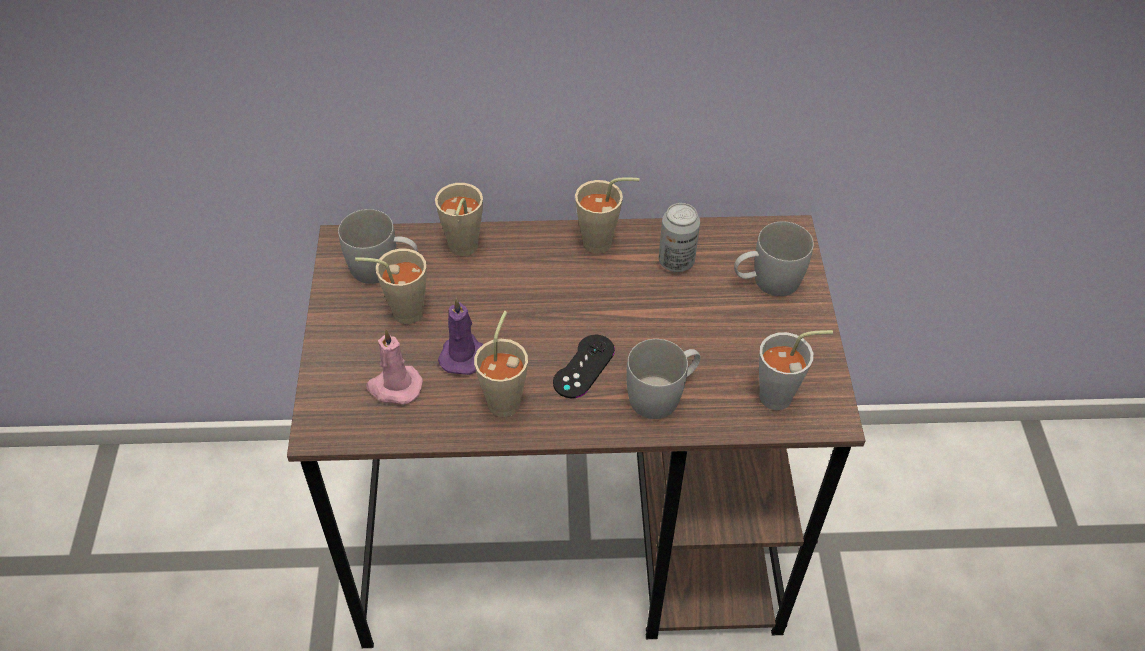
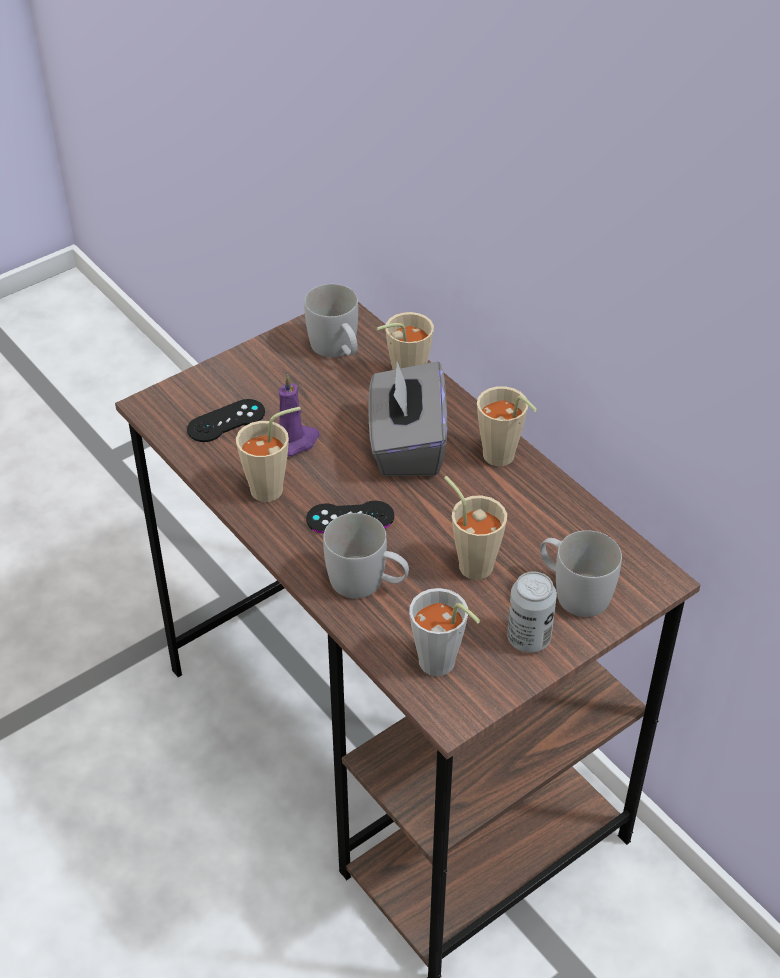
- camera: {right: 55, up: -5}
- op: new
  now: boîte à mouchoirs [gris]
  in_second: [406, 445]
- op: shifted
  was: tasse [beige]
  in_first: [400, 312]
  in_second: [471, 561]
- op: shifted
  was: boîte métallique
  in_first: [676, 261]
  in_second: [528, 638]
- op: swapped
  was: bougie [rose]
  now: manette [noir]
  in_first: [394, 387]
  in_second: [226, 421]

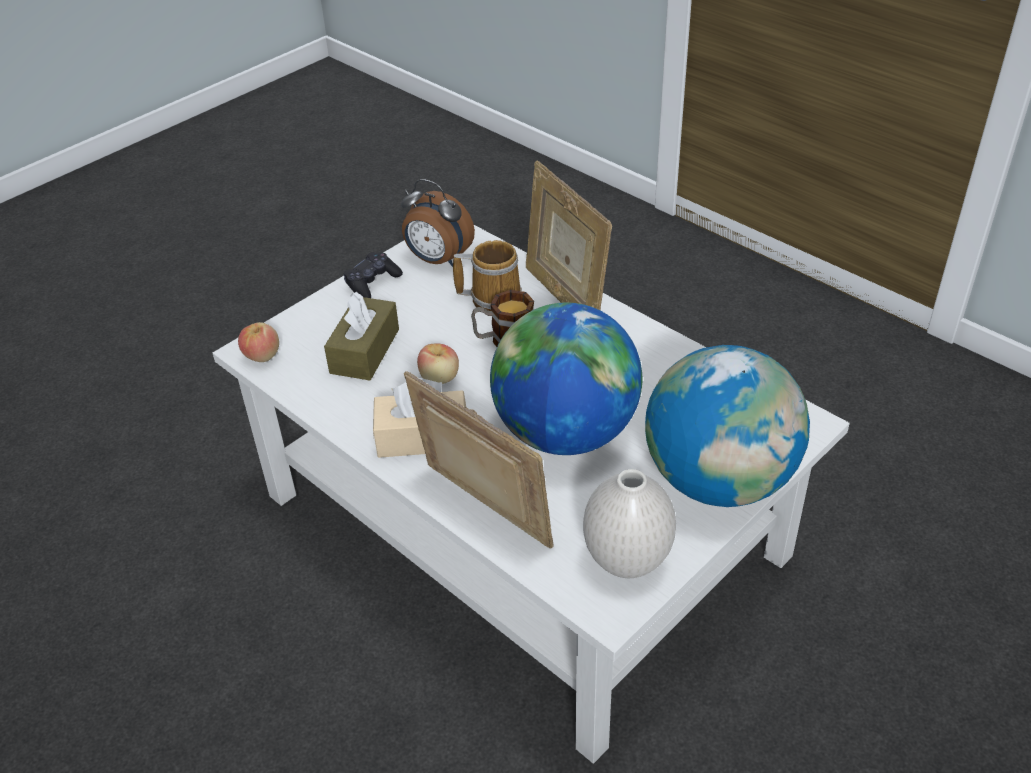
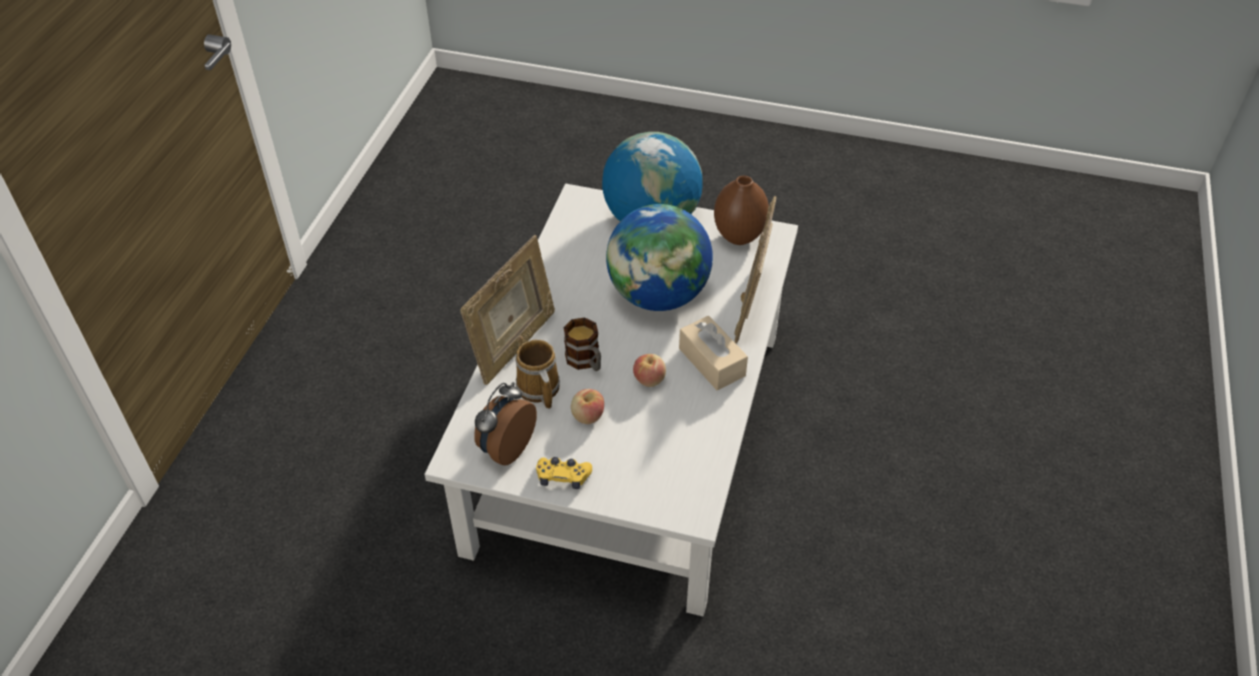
- camera: {right: -120, up: 5}
- op: gone
  was: boîte à mouchoirs [marron]
  in_first: [365, 351]
- op: shifted
  was: pomme
  in_first: [262, 356]
  in_second: [587, 416]
- op: repainted
  was: manette [noir]
  now: manette [jaune]
  in_first: [372, 283]
  in_second: [563, 477]
- op: repainted
  was: vase [blanc]
  now: vase [marron]
  in_first: [628, 563]
  in_second: [739, 237]
- op: rotated
  was: réveil
  in_first: [437, 260]
  in_second: [505, 448]
  clockwise: -150

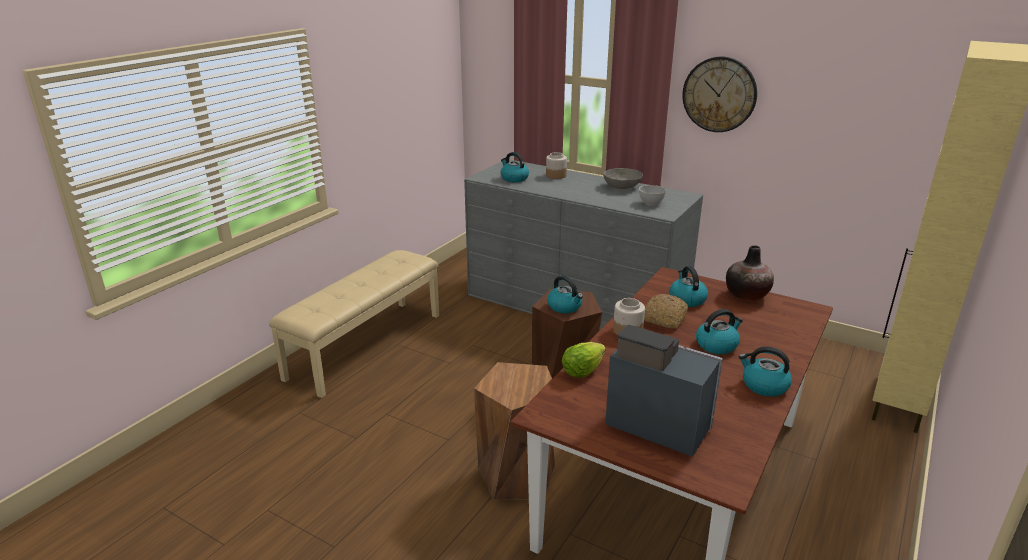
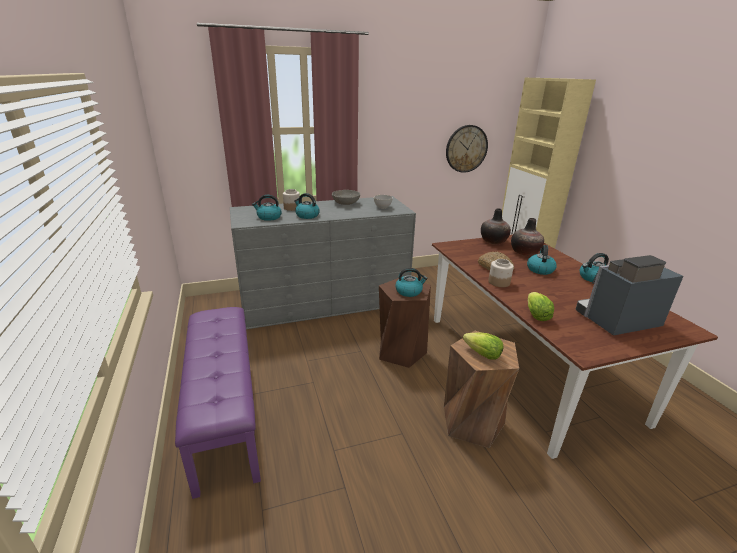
- camera: {right: -50, up: 0}
- op: new
  now: laitue
  in_second: [482, 354]
- op: new
  now: vase
  in_second: [525, 252]
- op: shifted
  was: bouilloire
  in_first: [687, 299]
  in_second: [307, 215]
- op: shifted
  was: horloge murale
  in_first: [719, 94]
  in_second: [466, 149]
- op: repainted
  was: banc [beige]
  now: banc [violet]
  in_first: [365, 345]
  in_second: [224, 412]

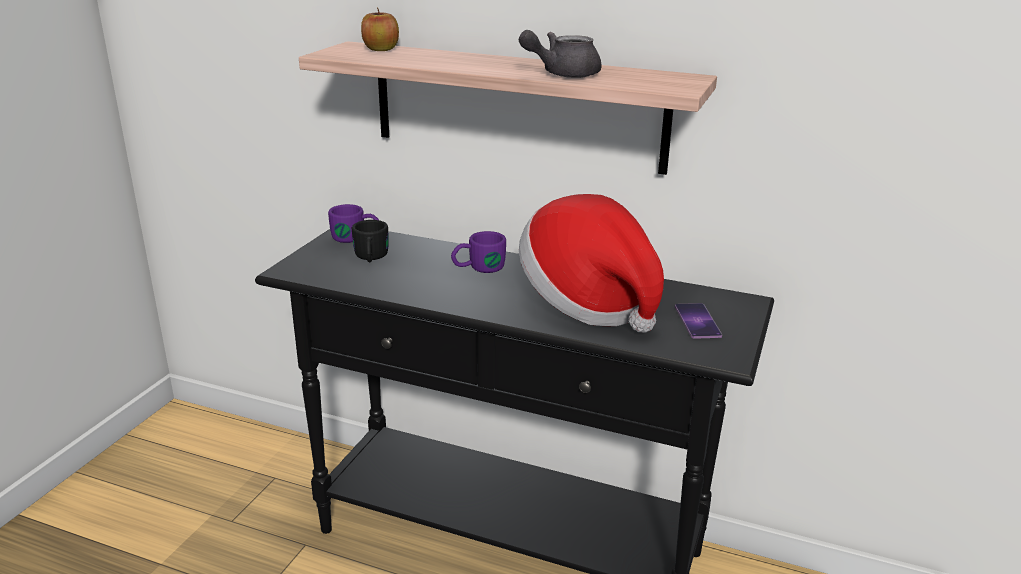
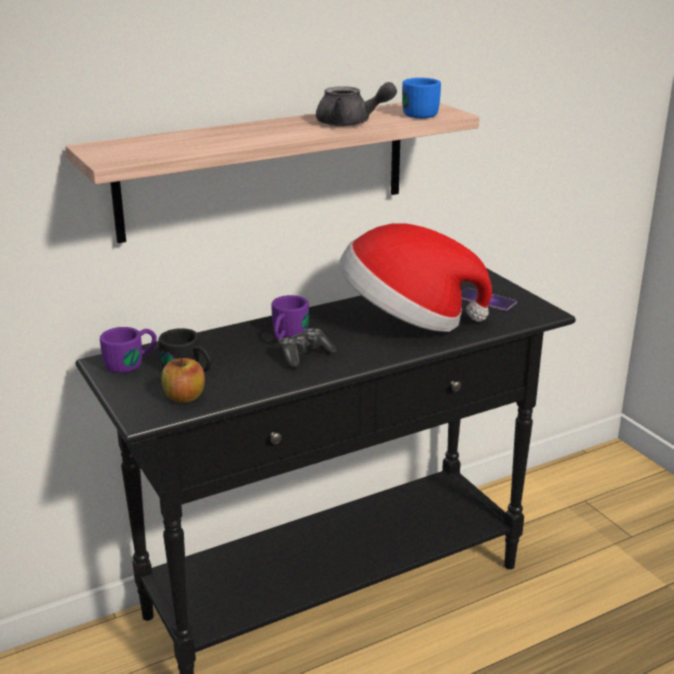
- camera: {right: -50, up: 0}
- op: new
  now: manette
  in_second: [304, 355]
- op: new
  now: mug [bleu]
  in_second: [416, 112]
- op: shifted
  was: pomme
  in_first: [381, 49]
  in_second: [184, 397]
- op: rotated
  was: théière [gris]
  in_first: [562, 74]
  in_second: [350, 123]
  clockwise: -90

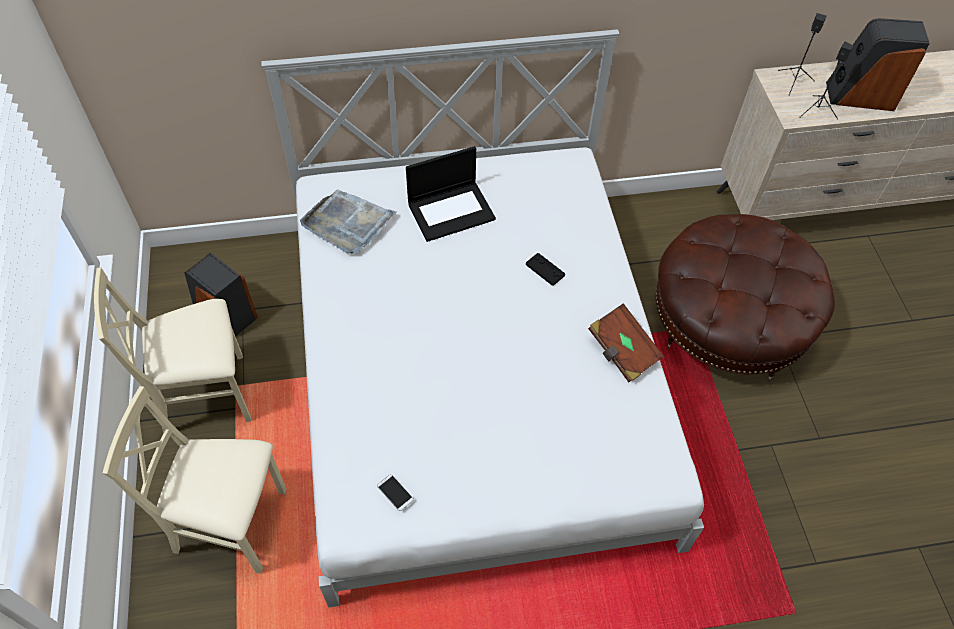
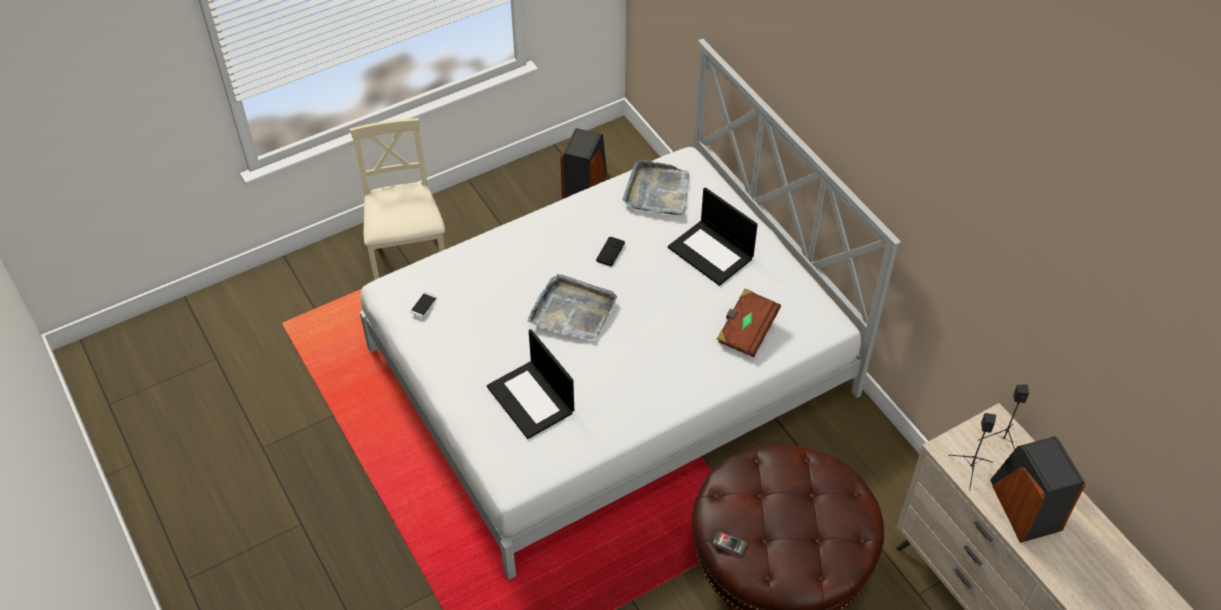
- camera: {right: 70, up: -5}
- op: gone
  was: chaise [beige]
  in_first: [206, 395]
- op: new
  now: ordinateur portable
  in_second: [532, 400]
- op: new
  now: plateau [gris]
  in_second: [573, 310]
- op: new
  now: téléphone
  in_second: [729, 544]
- op: shifted
  was: manette [noir]
  in_first: [545, 270]
  in_second: [610, 252]
- op: shifted
  was: livre [marron]
  in_first: [622, 351]
  in_second: [746, 330]

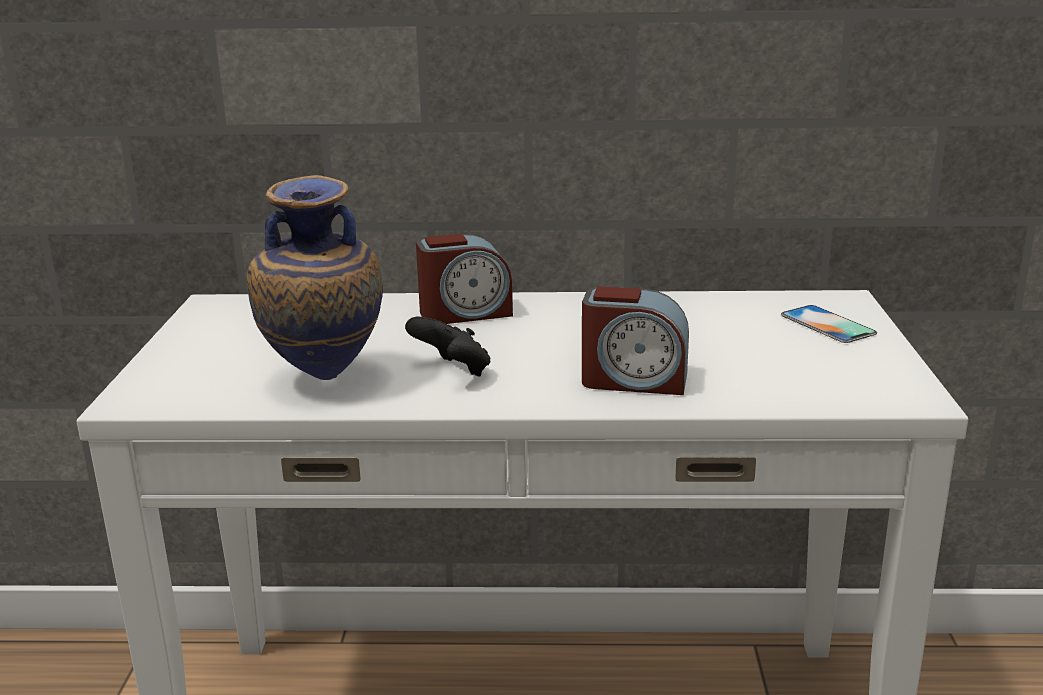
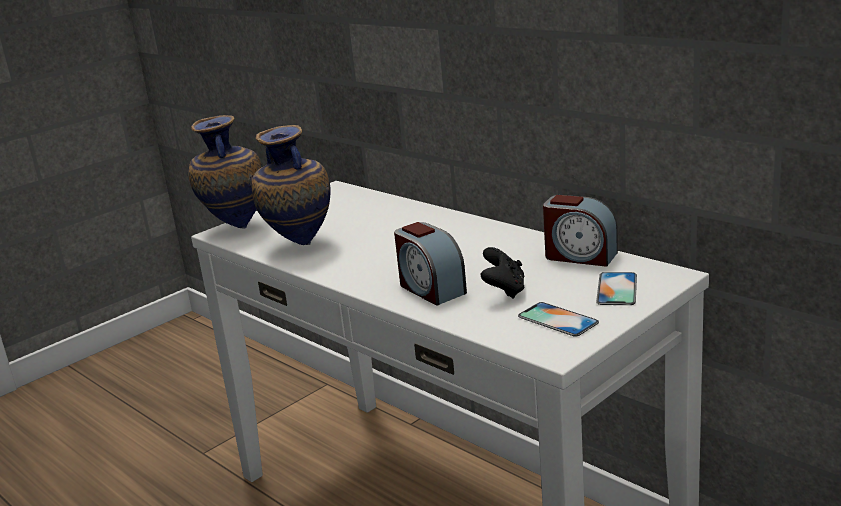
- camera: {right: 45, up: 0}
- op: new
  now: vase
  in_second: [235, 228]
- op: new
  now: téléphone
  in_second: [557, 319]
- op: shifted
  was: manette [noir]
  in_first: [453, 371]
  in_second: [504, 291]
- op: shifted
  was: réveil
  in_first: [465, 313]
  in_second: [580, 256]

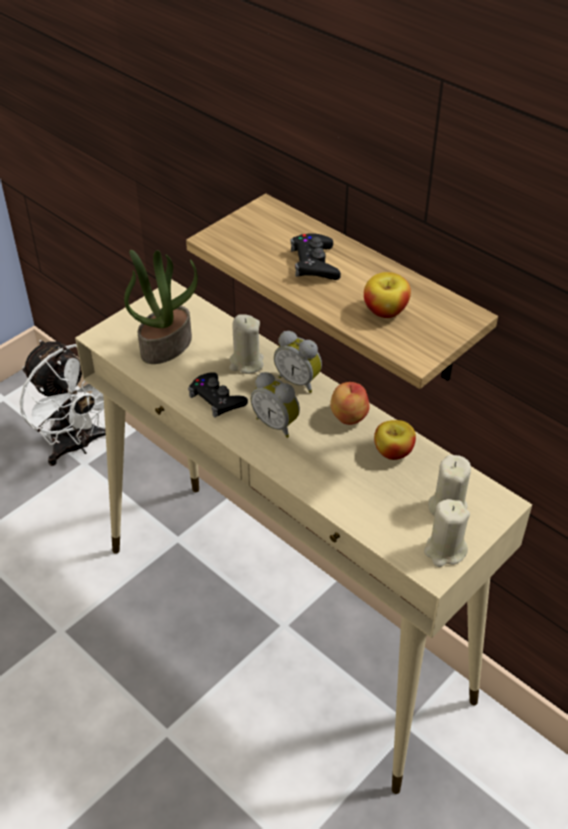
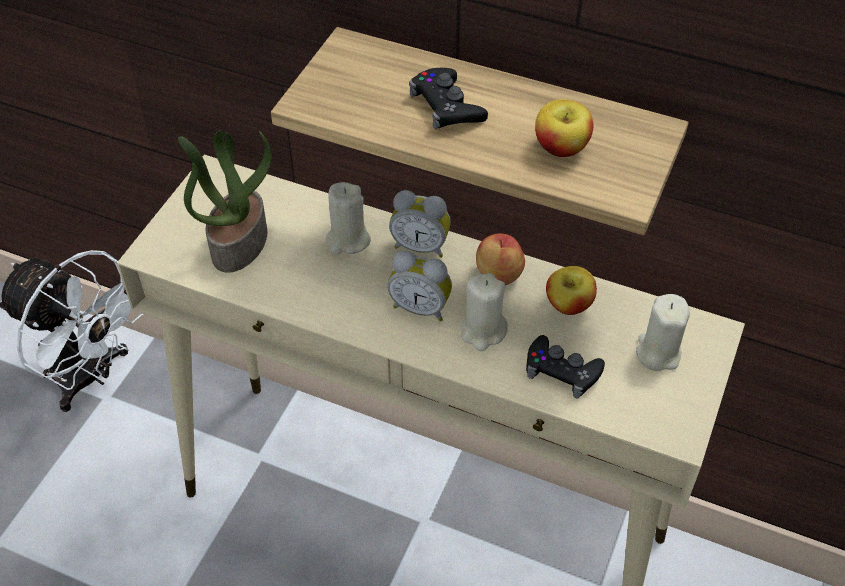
- camera: {right: -20, up: 5}
- op: shifted
  was: manette [noir]
  in_first: [217, 399]
  in_second: [562, 371]
- op: shifted
  was: bougie [beige]
  in_first: [444, 550]
  in_second: [483, 331]

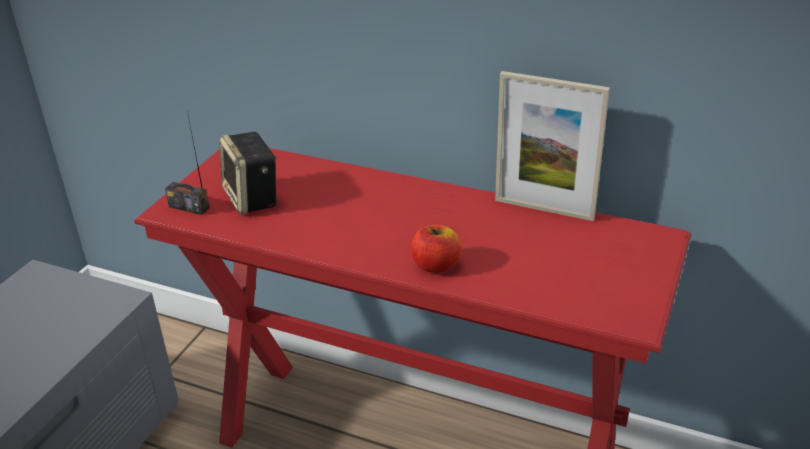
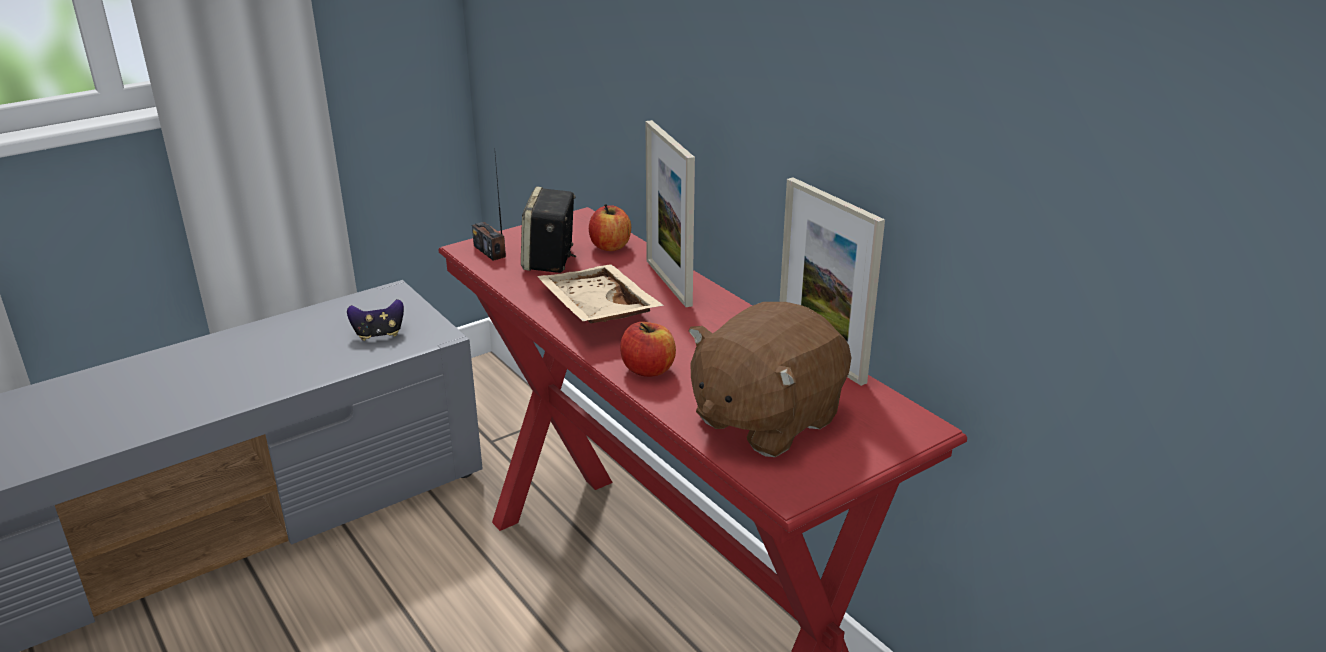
- camera: {right: 30, up: -5}
- op: new
  now: manette
  in_second: [379, 334]
- op: new
  now: plateau [beige]
  in_second: [595, 310]
- op: new
  now: pomme
  in_second: [610, 246]
- op: new
  now: cadre photo
  in_second: [668, 282]
- op: new
  now: peluche [marron]
  in_second: [764, 419]

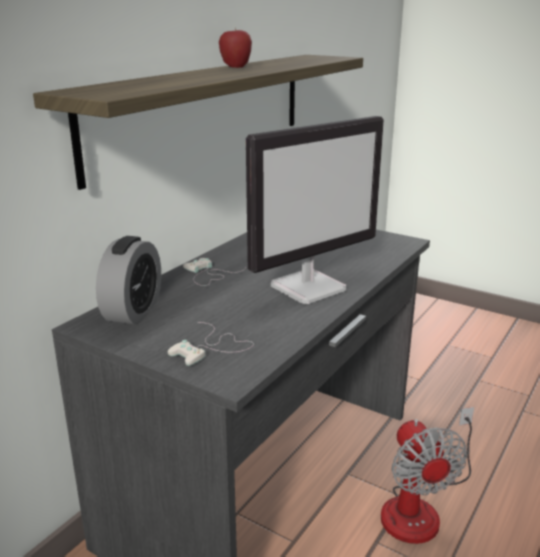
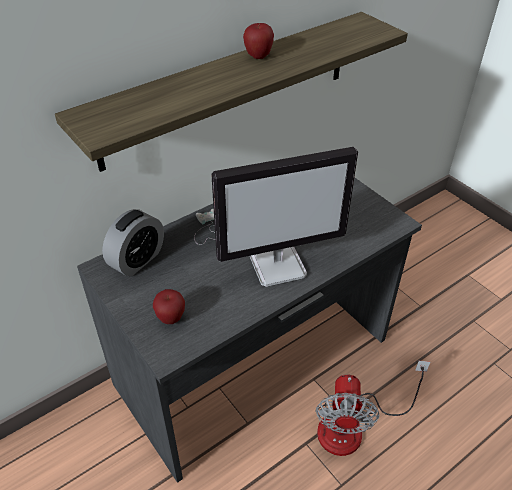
- camera: {right: 20, up: 20}
- op: swapped
  was: manette [blanc]
  now: pomme
  in_first: [212, 348]
  in_second: [171, 318]

